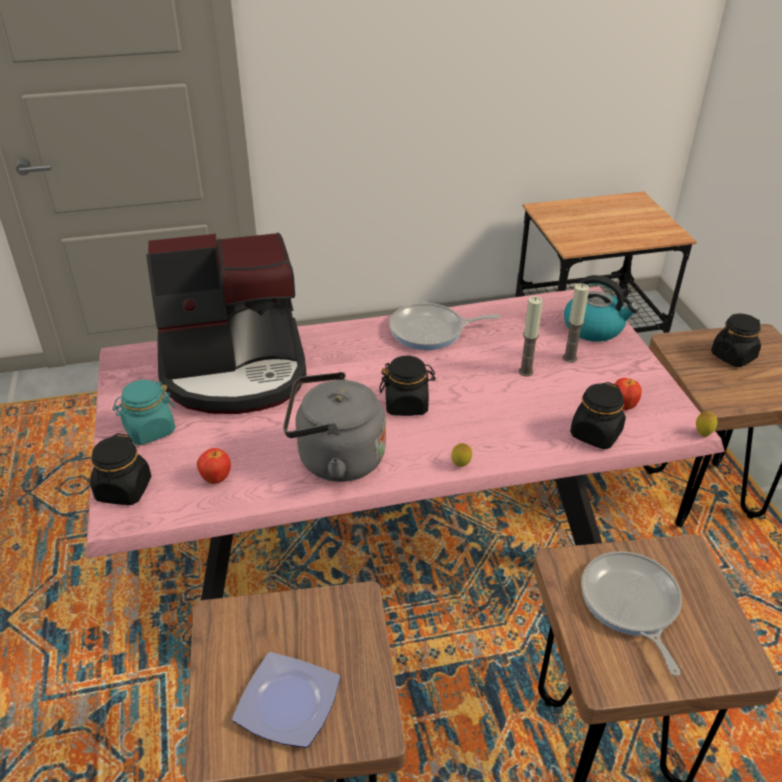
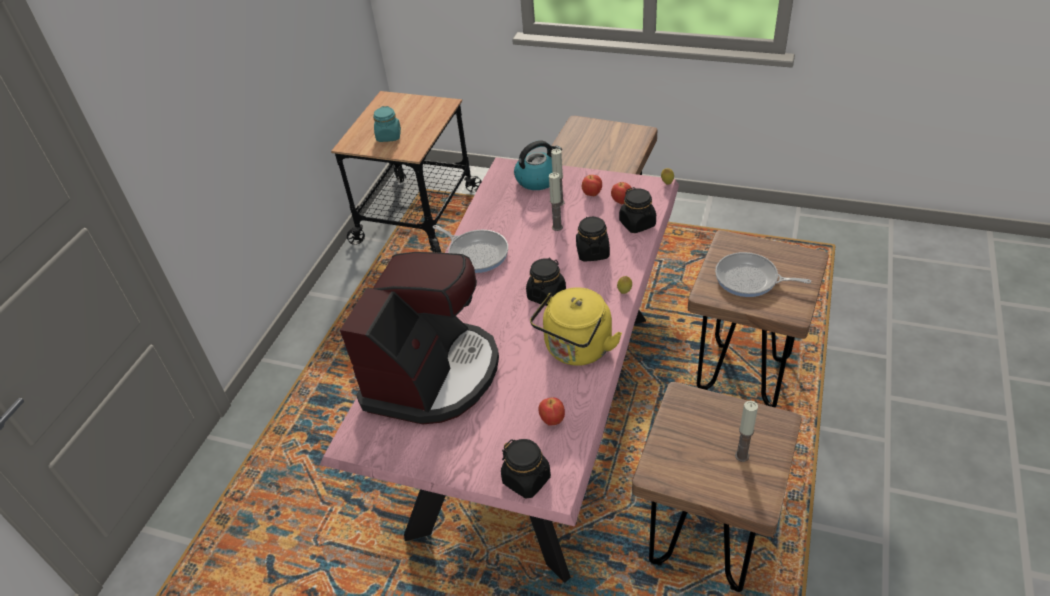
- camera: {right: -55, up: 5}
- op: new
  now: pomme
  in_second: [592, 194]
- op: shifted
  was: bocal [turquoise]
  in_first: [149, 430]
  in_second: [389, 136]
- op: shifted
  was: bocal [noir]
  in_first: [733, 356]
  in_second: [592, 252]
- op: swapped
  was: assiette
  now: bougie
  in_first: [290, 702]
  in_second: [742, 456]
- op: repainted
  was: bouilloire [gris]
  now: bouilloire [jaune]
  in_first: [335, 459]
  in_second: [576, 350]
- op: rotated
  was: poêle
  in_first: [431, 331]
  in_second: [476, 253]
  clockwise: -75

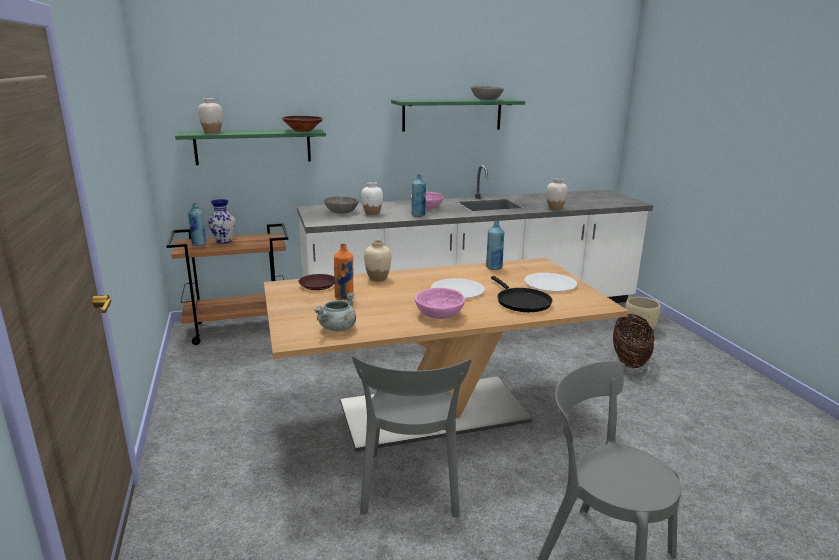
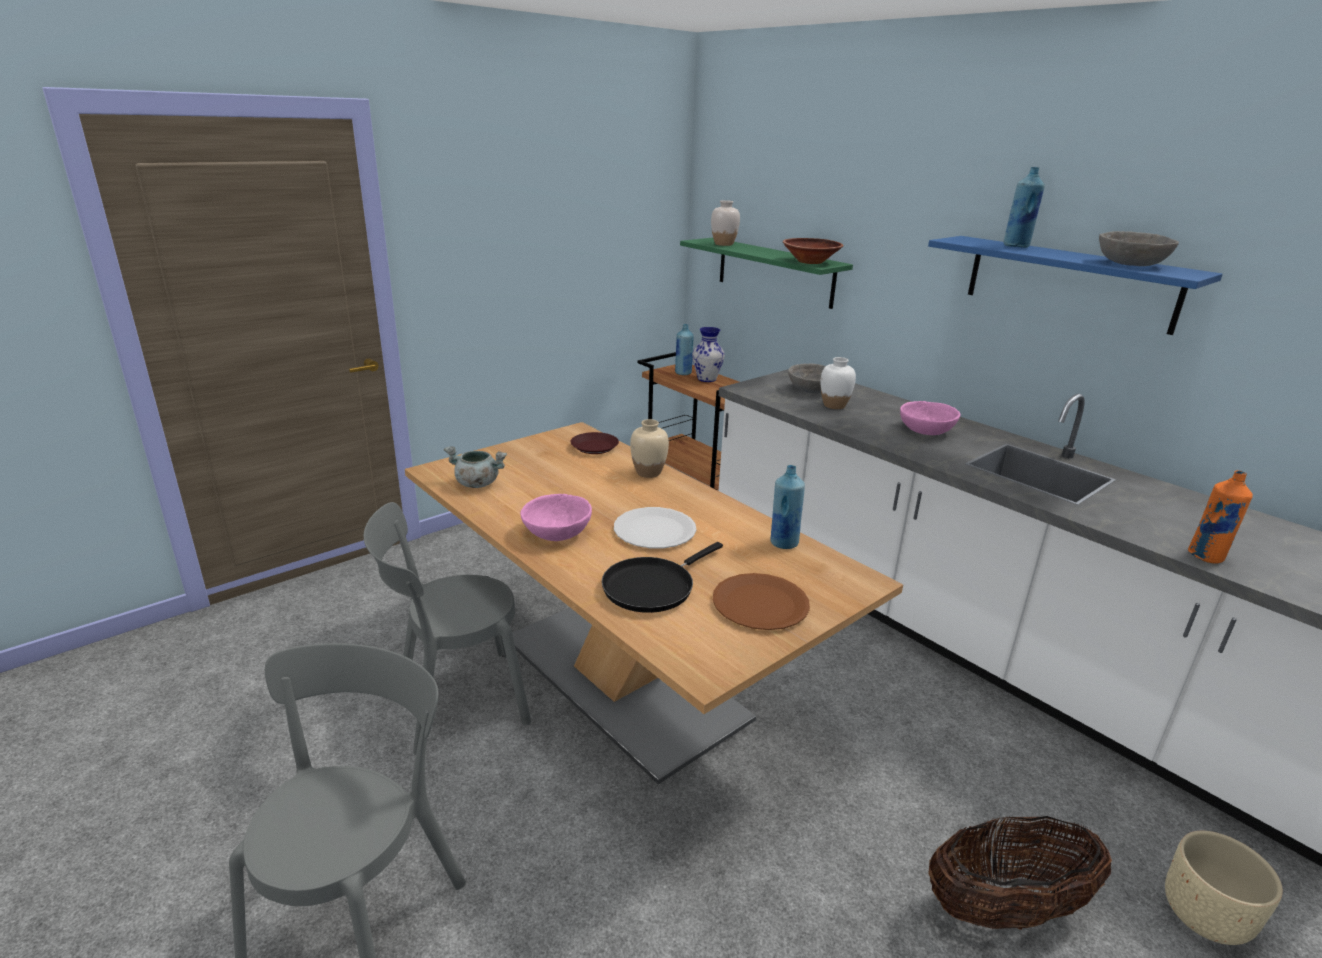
- camera: {right: 65, up: 5}
- op: gone
  was: vase [blanc]
  in_first: [555, 208]
- op: shifted
  was: bouteille [orange]
  in_first: [344, 297]
  in_second: [1206, 556]
- op: shifted
  was: bouteille [bleu]
  in_first: [418, 215]
  in_second: [1016, 246]
- op: repainted
  was: étagère [vert]
  now: étagère [bleu]
  in_first: [452, 115]
  in_second: [1069, 283]
- op: repainted
  was: assiette [blanc]
  now: assiette [marron]
  in_first: [550, 284]
  in_second: [760, 604]

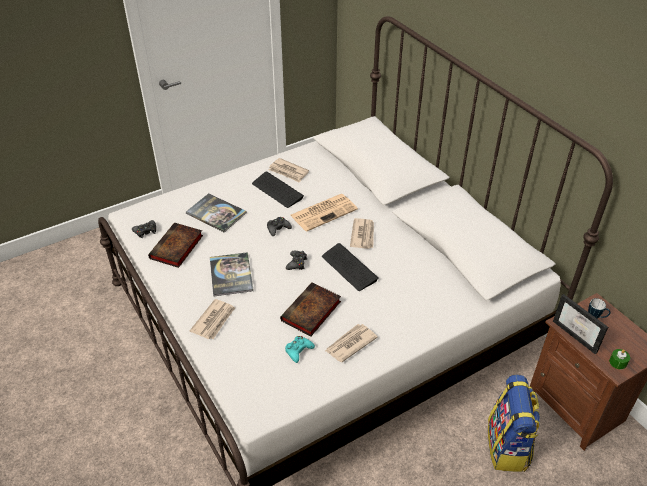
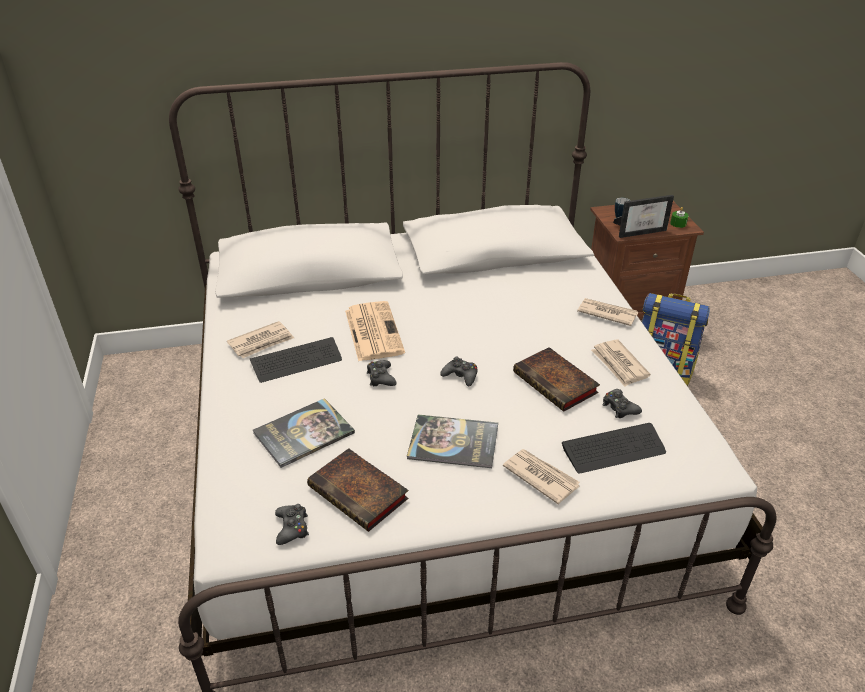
- camera: {right: -70, up: -5}
- op: shifted
  was: clavier
  in_first: [349, 268]
  in_second: [613, 449]
- op: shifted
  was: journal
  in_first: [363, 235]
  in_second: [606, 313]
- op: repainted
  was: manette [turquoise]
  now: manette [noir]
  in_first: [298, 351]
  in_second: [619, 408]

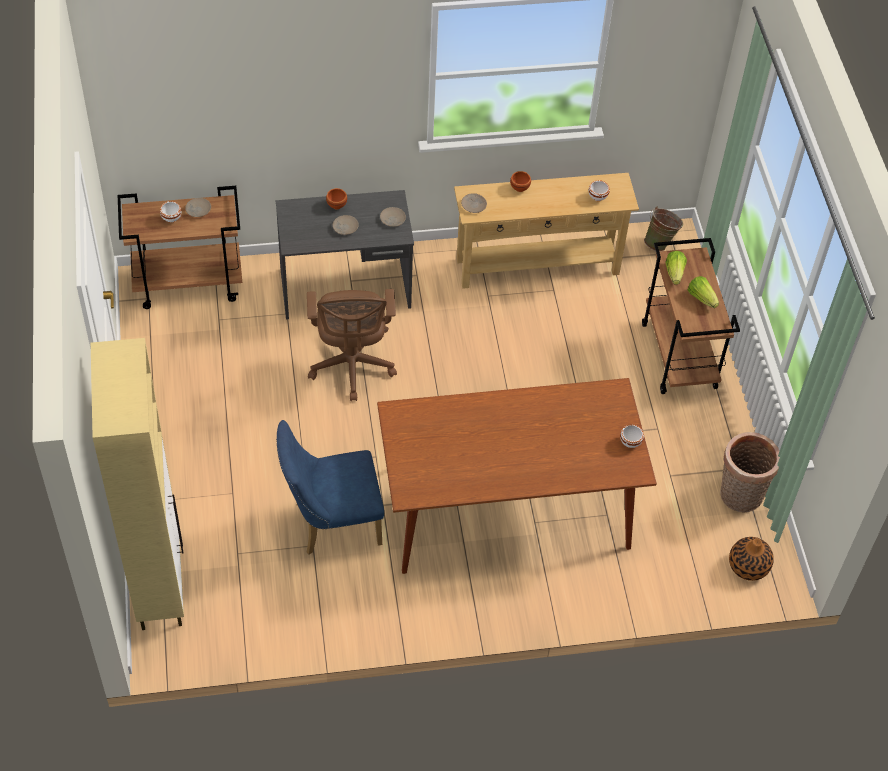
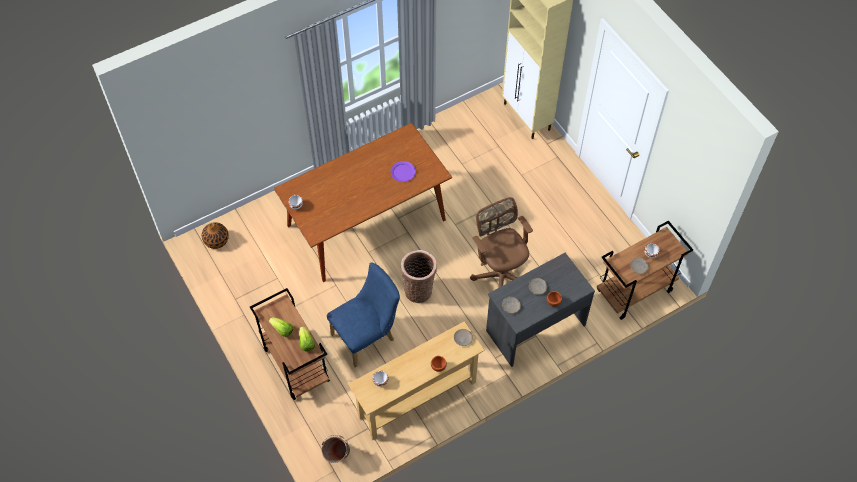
- camera: {right: 160, up: 5}
- op: new
  now: assiette [violet]
  in_second: [403, 172]
- op: shifted
  was: chaise [bleu]
  in_first: [331, 523]
  in_second: [367, 336]
- op: shifted
  was: panier
  in_first: [739, 497]
  in_second: [419, 289]

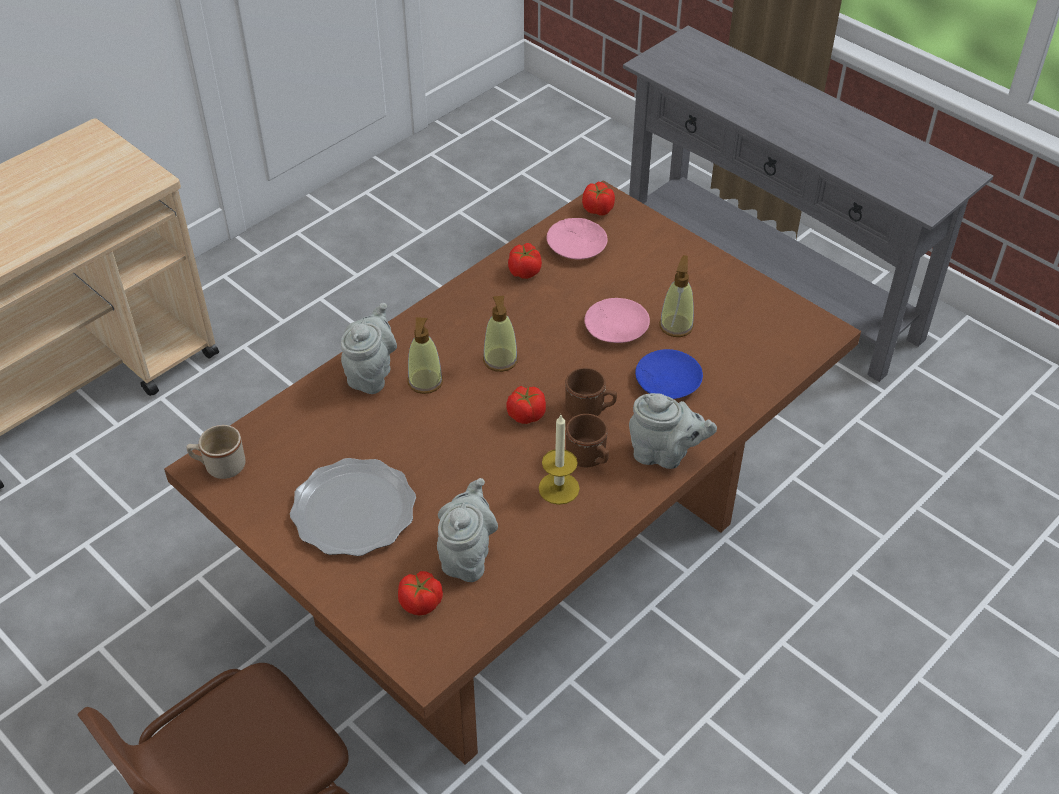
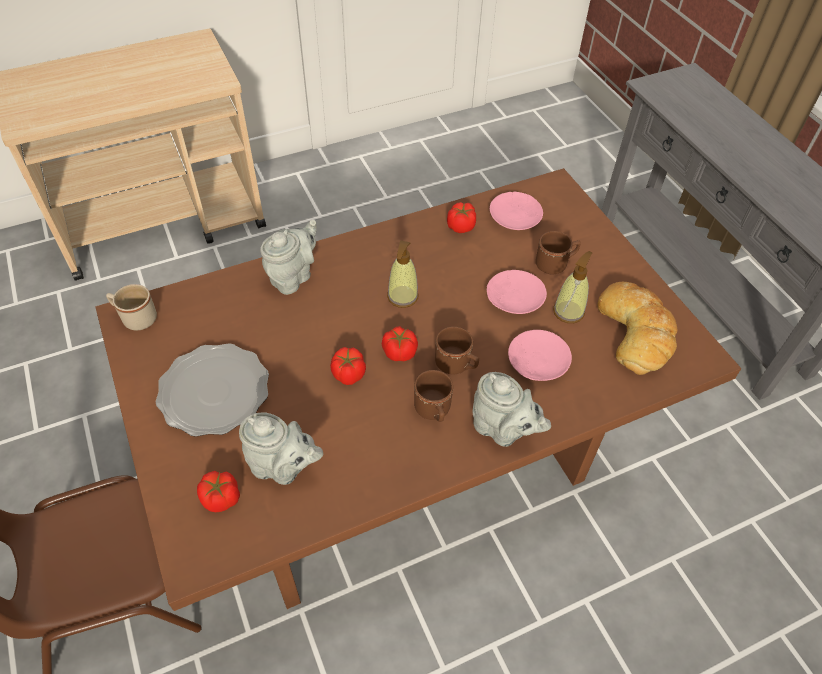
- camera: {right: 20, up: 5}
- op: gone
  was: distributeur de savon
  in_first: [425, 382]
- op: gone
  was: bougie
  in_first: [559, 488]
- op: new
  now: mug [marron]
  in_second: [555, 264]
- op: new
  now: pain
  in_second: [636, 331]
- op: shifted
  was: tomate
  in_first: [598, 209]
  in_second: [348, 374]
- op: repainted
  was: assiette [bleu]
  now: assiette [rose]
  in_first: [667, 381]
  in_second: [537, 361]
- op: rotated
  was: théière [gris]
  in_first: [467, 556]
  in_second: [283, 467]
  clockwise: 75

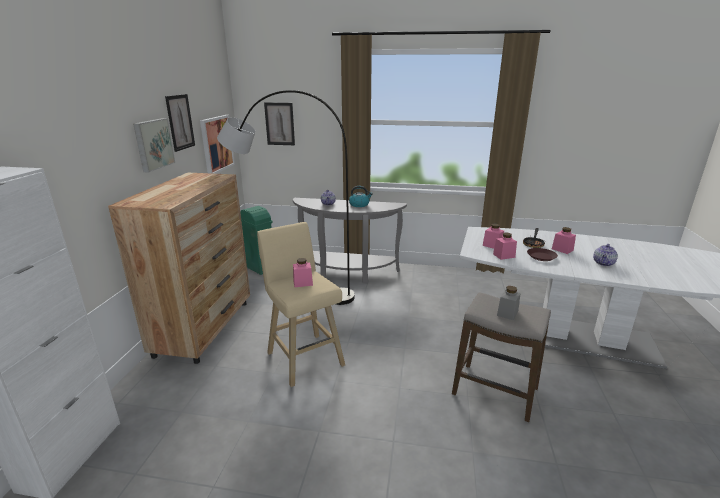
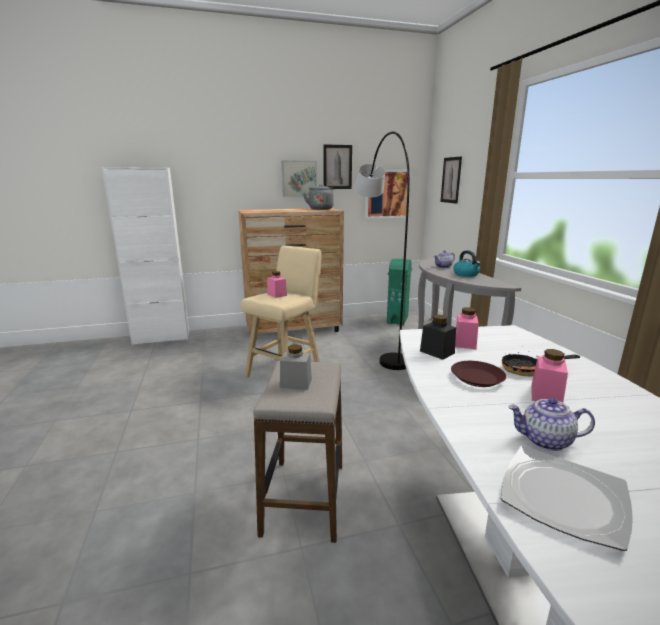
- camera: {right: 65, up: -5}
- op: new
  now: bouilloire [gris]
  in_second: [320, 209]
- op: new
  now: assiette
  in_second: [564, 497]
- op: repainted
  was: bocal [rose]
  now: bocal [noir]
  in_first: [504, 256]
  in_second: [437, 352]

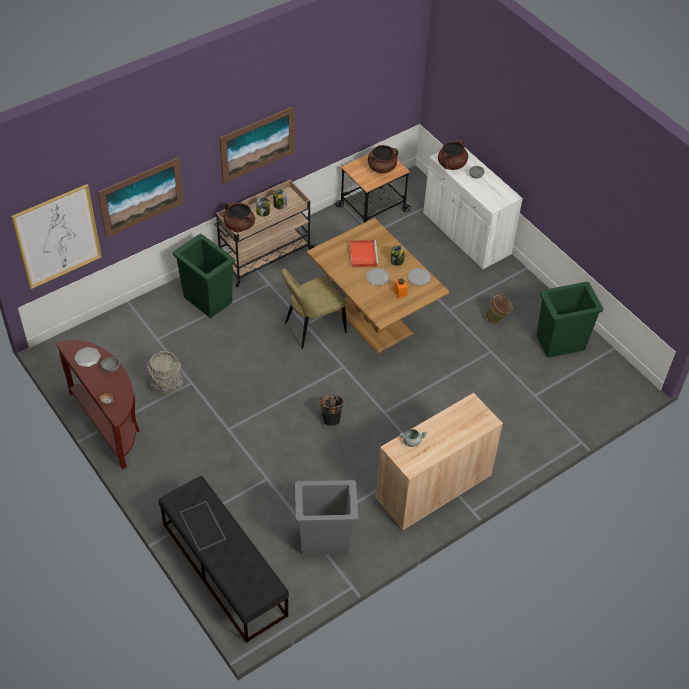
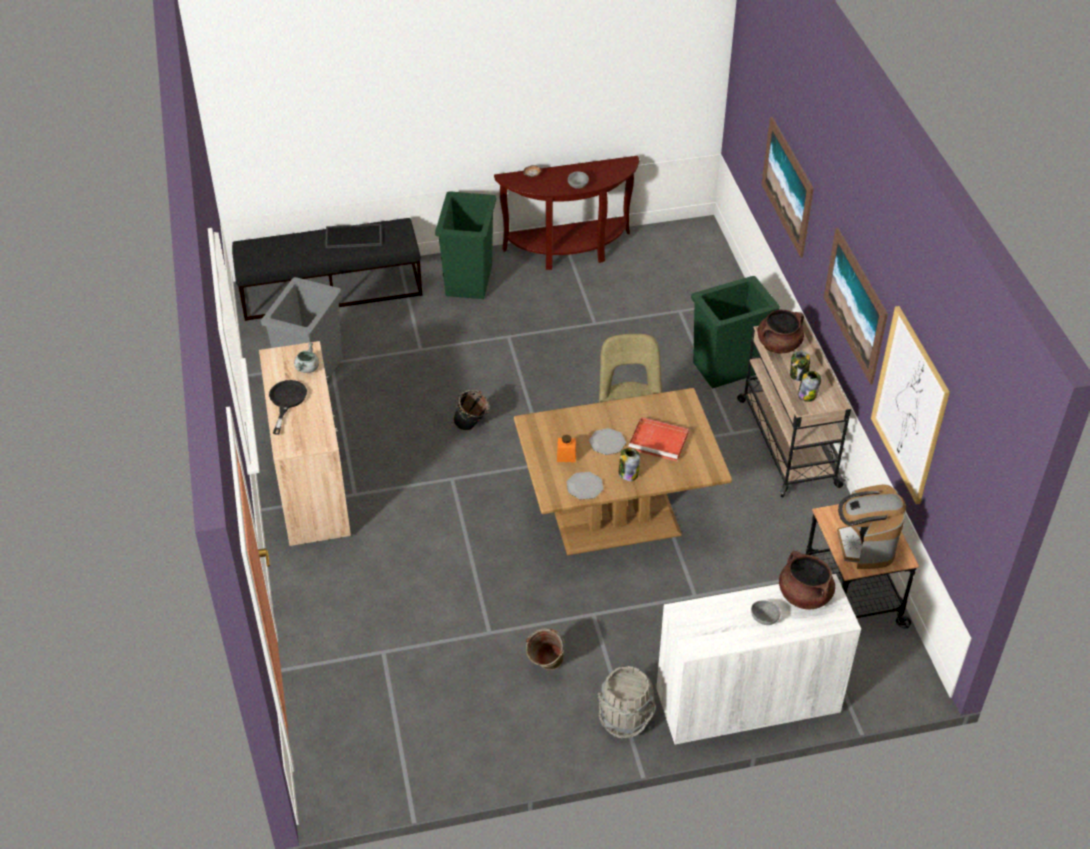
- camera: {right: 115, up: -5}
- op: gone
  was: assiette
  in_first: [87, 357]
- op: new
  now: poêle [noir]
  in_second: [286, 401]
- op: shifted
  was: tableau
  in_first: [57, 236]
  in_second: [909, 405]
- op: shifted
  was: seau [gris]
  in_first: [166, 384]
  in_second: [624, 719]
- op: shifted
  was: poubelle [vert]
  in_first: [559, 342]
  in_second: [469, 280]
- op: swapped
  was: marmite [marron]
  now: machine à café
  in_first: [381, 167]
  in_second: [865, 546]

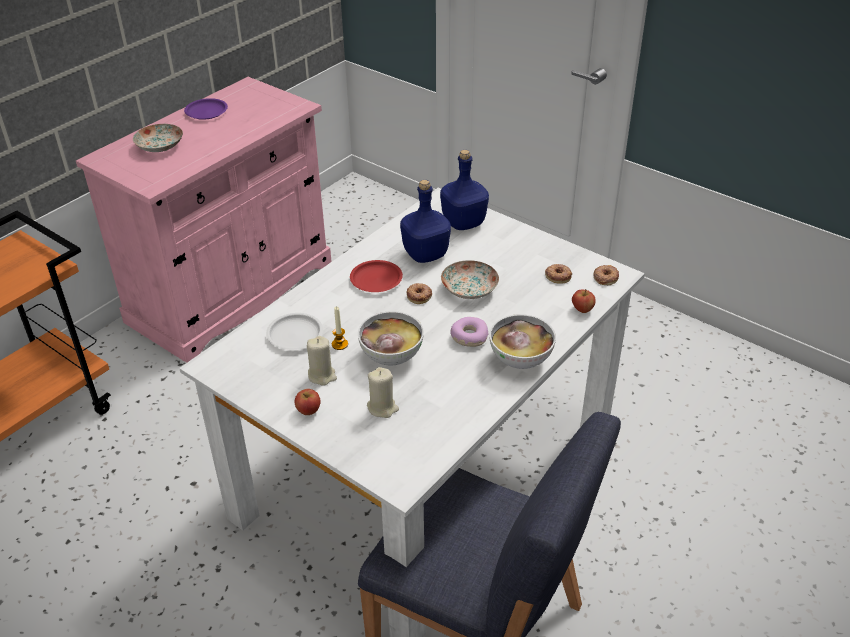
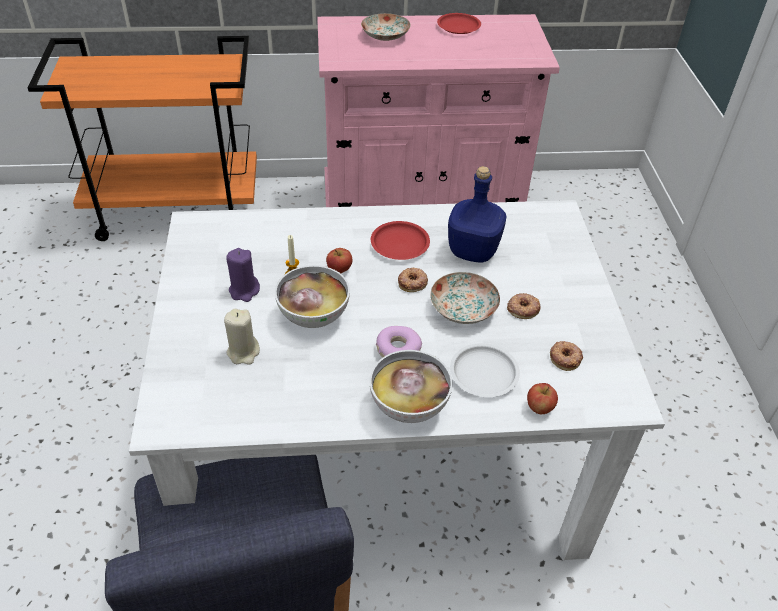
- camera: {right: 45, up: 5}
- op: gone
  was: bouteille [bleu]
  in_first: [463, 222]
- op: shifted
  was: assiette [blanc]
  in_first: [294, 335]
  in_second: [483, 373]
- op: shifted
  was: pomme
  in_first: [309, 410]
  in_second: [339, 270]
- op: shifted
  was: beignet
  in_first: [605, 277]
  in_second: [523, 308]
- op: repainted
  was: assiette [violet]
  now: assiette [rouge]
  in_first: [206, 112]
  in_second: [458, 26]
- op: repainted
  was: bougie [beige]
  now: bougie [violet]
  in_first: [322, 375]
  in_second: [244, 290]

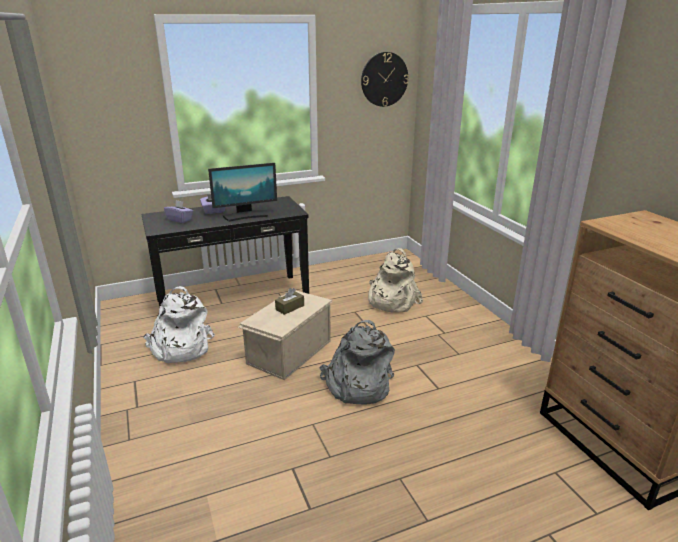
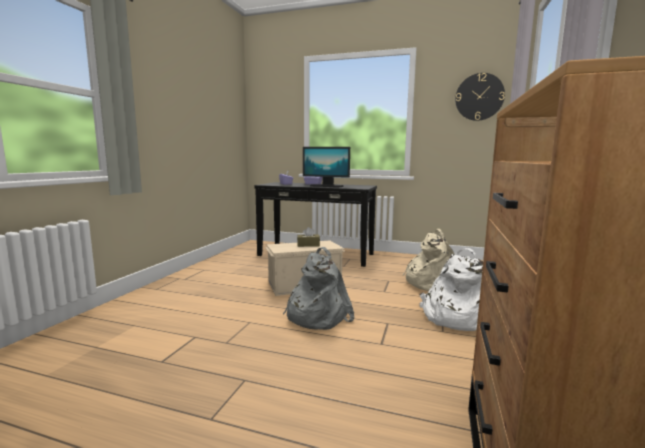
- camera: {right: 40, up: -15}
- op: shifted
  was: sac à dos [blanc]
  in_first: [180, 348]
  in_second: [453, 317]

